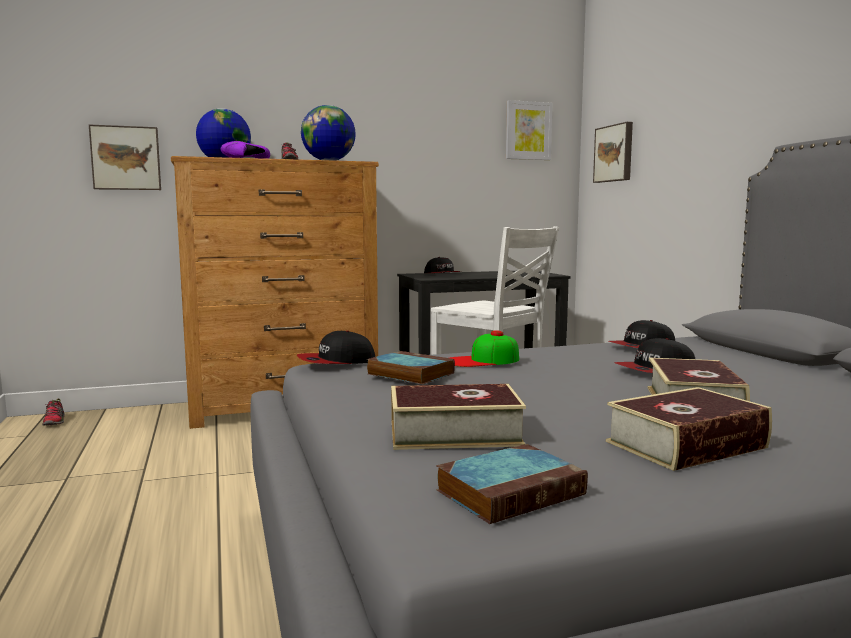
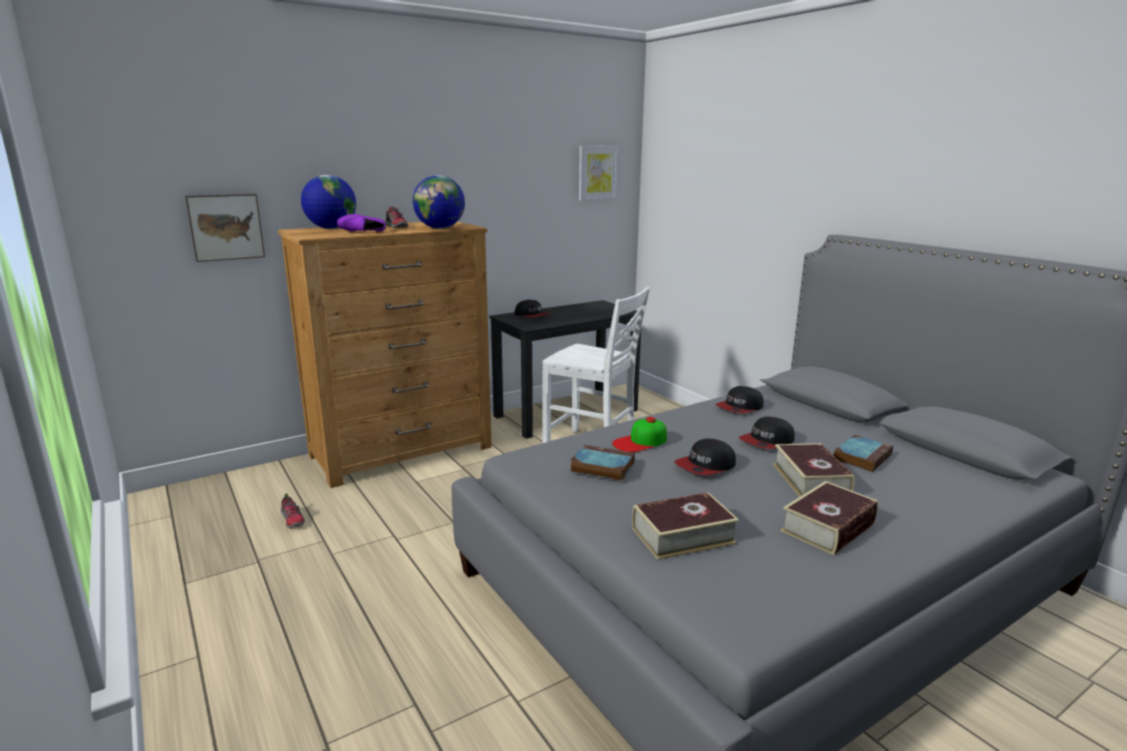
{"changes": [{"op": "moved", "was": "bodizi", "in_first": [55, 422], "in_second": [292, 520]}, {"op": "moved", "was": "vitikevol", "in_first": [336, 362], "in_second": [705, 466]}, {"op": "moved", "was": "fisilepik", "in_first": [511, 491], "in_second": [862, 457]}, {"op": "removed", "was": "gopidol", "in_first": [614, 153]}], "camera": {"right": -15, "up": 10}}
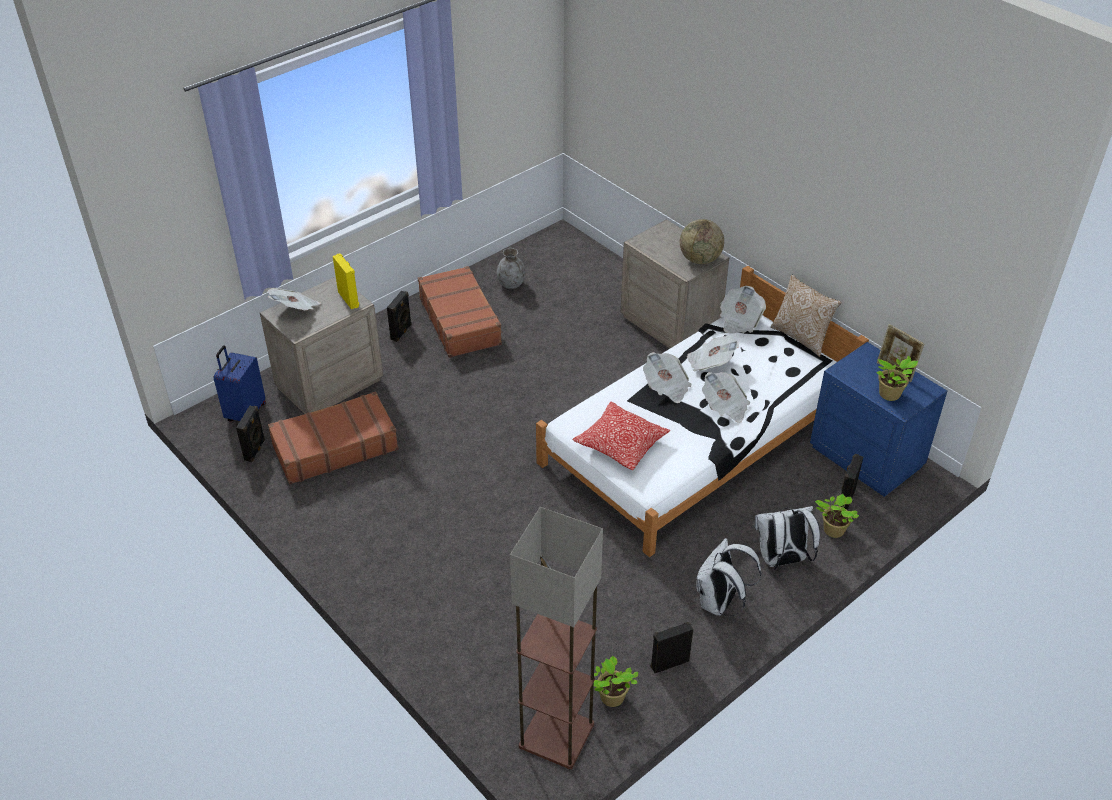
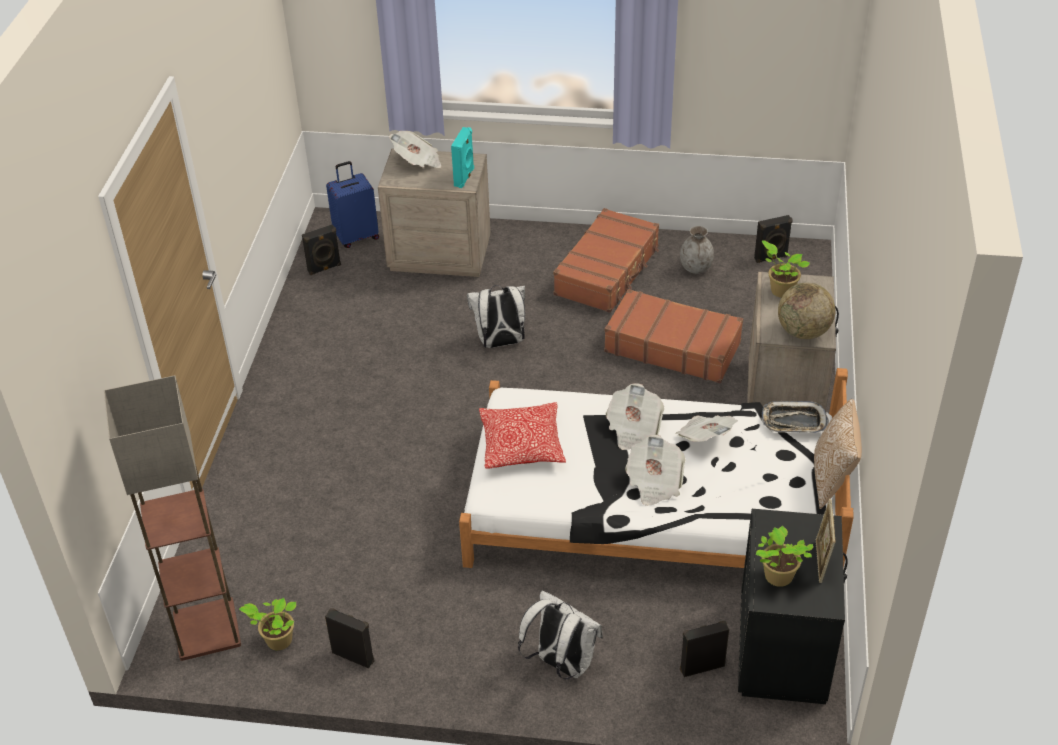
{"changes": [{"op": "moved", "was": "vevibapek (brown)", "in_first": [334, 447], "in_second": [672, 346]}, {"op": "recoloured", "was": "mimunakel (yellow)", "now": "mimunakel (turquoise)", "in_first": [349, 299], "in_second": [465, 177]}, {"op": "moved", "was": "mimunakel (black)", "in_first": [402, 332], "in_second": [771, 258]}, {"op": "moved", "was": "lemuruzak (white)", "in_first": [719, 603], "in_second": [500, 343]}, {"op": "replaced", "was": "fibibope", "now": "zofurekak", "in_first": [739, 321], "in_second": [793, 422]}, {"op": "recoloured", "was": "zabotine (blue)", "now": "zabotine (black)", "in_first": [867, 456], "in_second": [784, 650]}, {"op": "moved", "was": "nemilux", "in_first": [832, 531], "in_second": [780, 290]}], "camera": {"right": 50, "up": 0}}
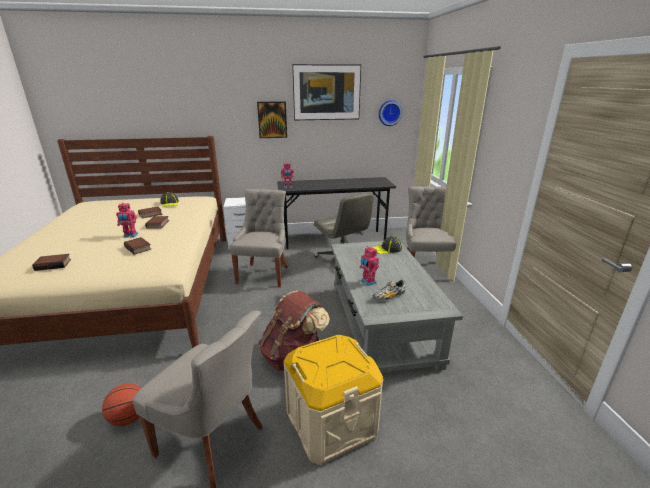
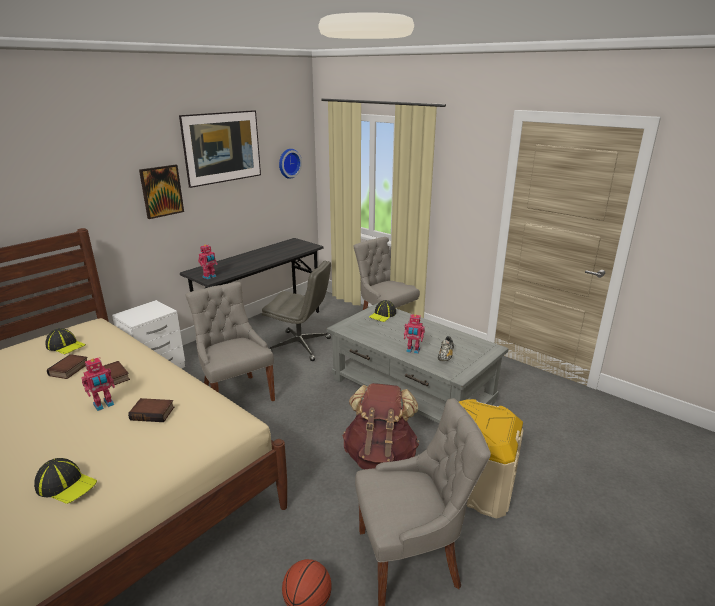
{"changes": [{"op": "replaced", "was": "fisilepik", "now": "vitikevol", "in_first": [54, 264], "in_second": [66, 485]}], "camera": {"right": -40, "up": 0}}
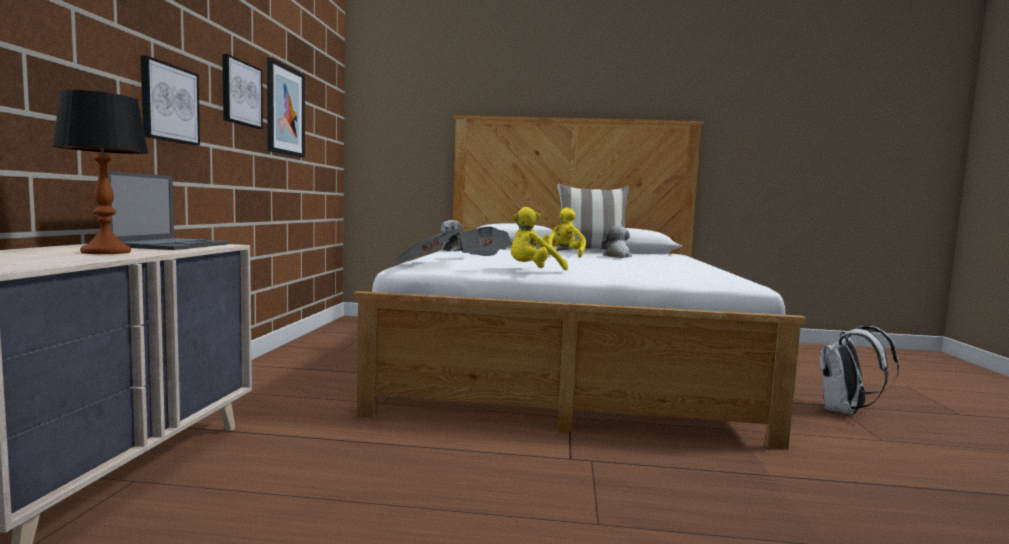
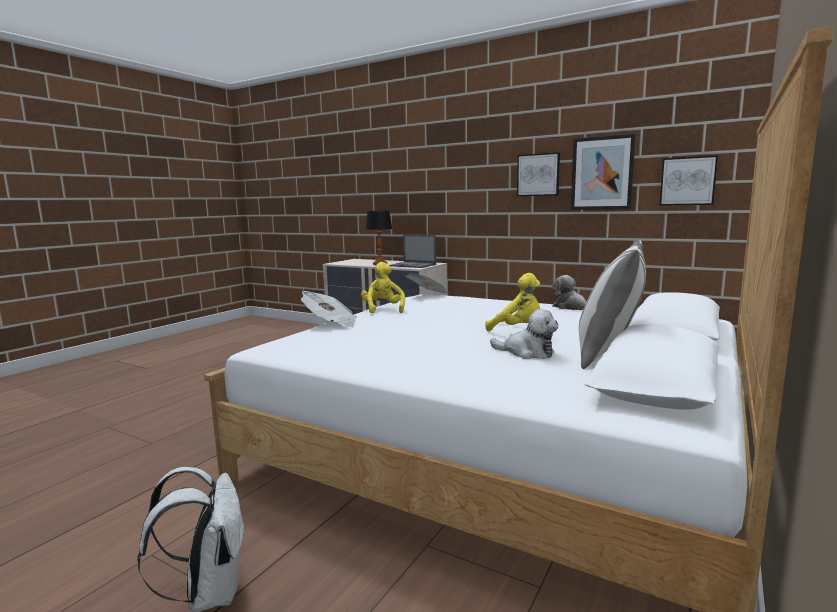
{"changes": [{"op": "moved", "was": "gopidol", "in_first": [169, 103], "in_second": [687, 181]}, {"op": "moved", "was": "fibibope", "in_first": [483, 258], "in_second": [331, 324]}], "camera": {"right": 115, "up": 5}}
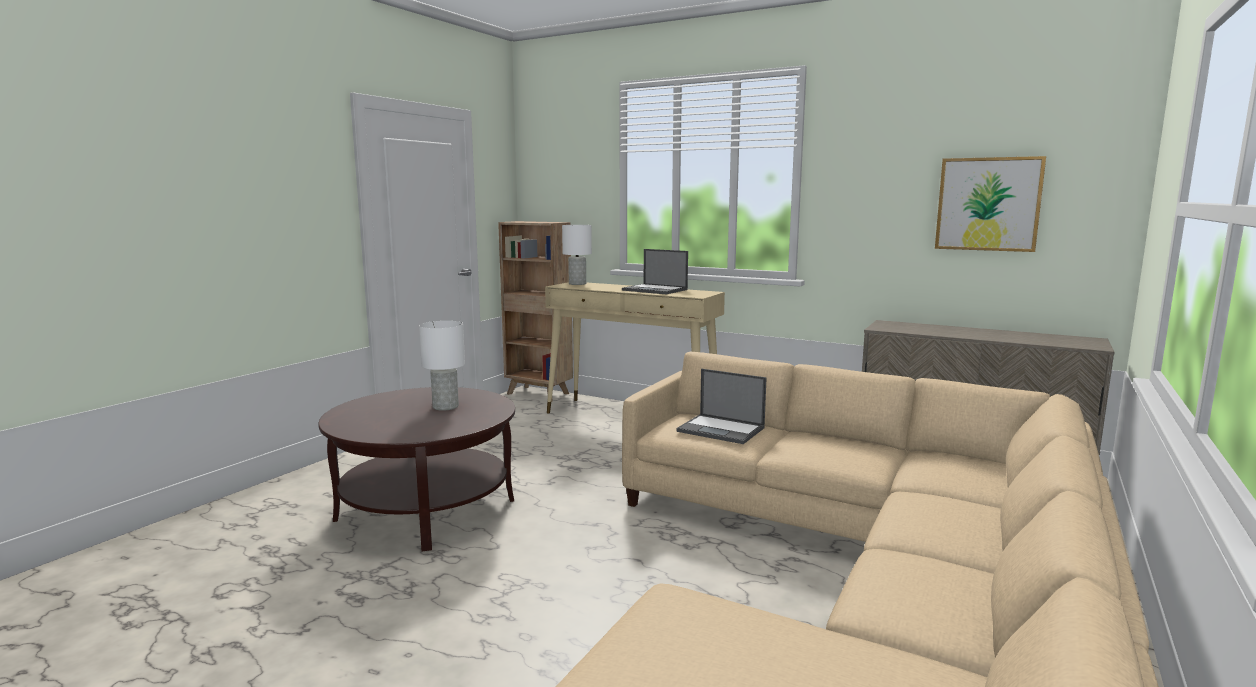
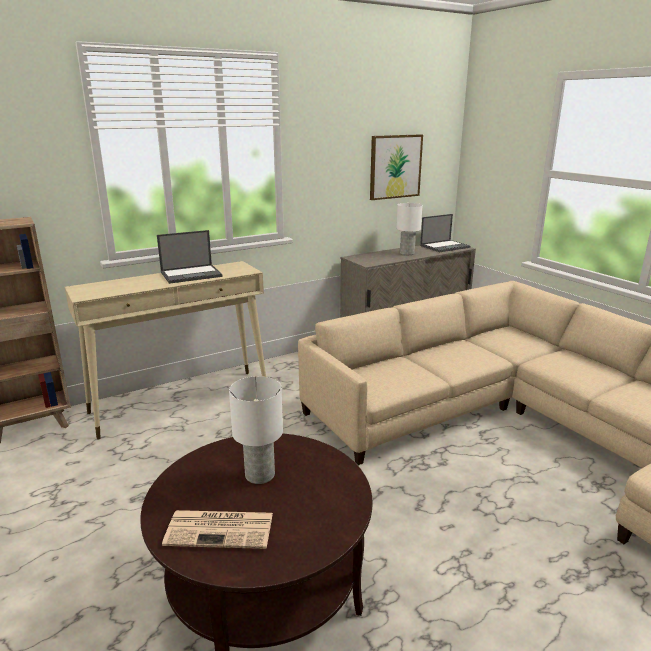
{"changes": [{"op": "moved", "was": "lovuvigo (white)", "in_first": [577, 284], "in_second": [406, 253]}, {"op": "moved", "was": "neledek", "in_first": [722, 430], "in_second": [445, 246]}, {"op": "added", "now": "fibibope", "in_second": [221, 529]}], "camera": {"right": -60, "up": 10}}
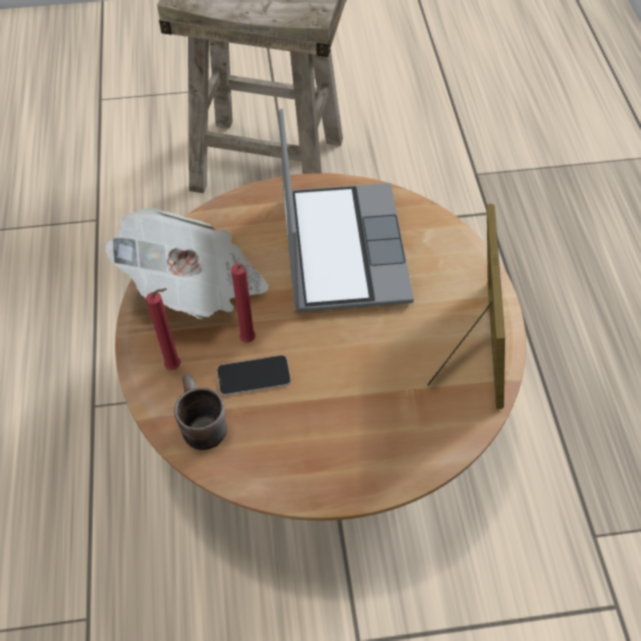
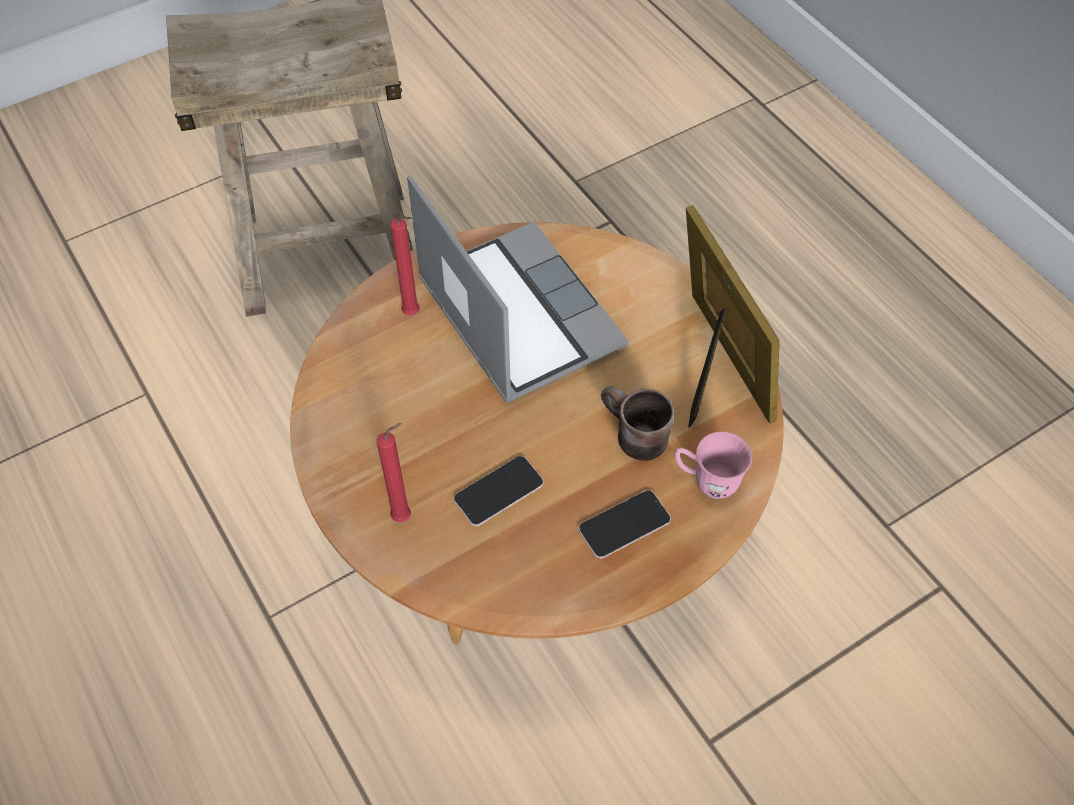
{"changes": [{"op": "removed", "was": "fibibope", "in_first": [196, 286]}, {"op": "moved", "was": "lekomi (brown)", "in_first": [197, 423], "in_second": [630, 437]}, {"op": "moved", "was": "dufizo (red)", "in_first": [249, 341], "in_second": [413, 314]}, {"op": "added", "now": "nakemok", "in_second": [624, 524]}, {"op": "added", "now": "lekomi (pink)", "in_second": [706, 481]}], "camera": {"right": -25, "up": 0}}
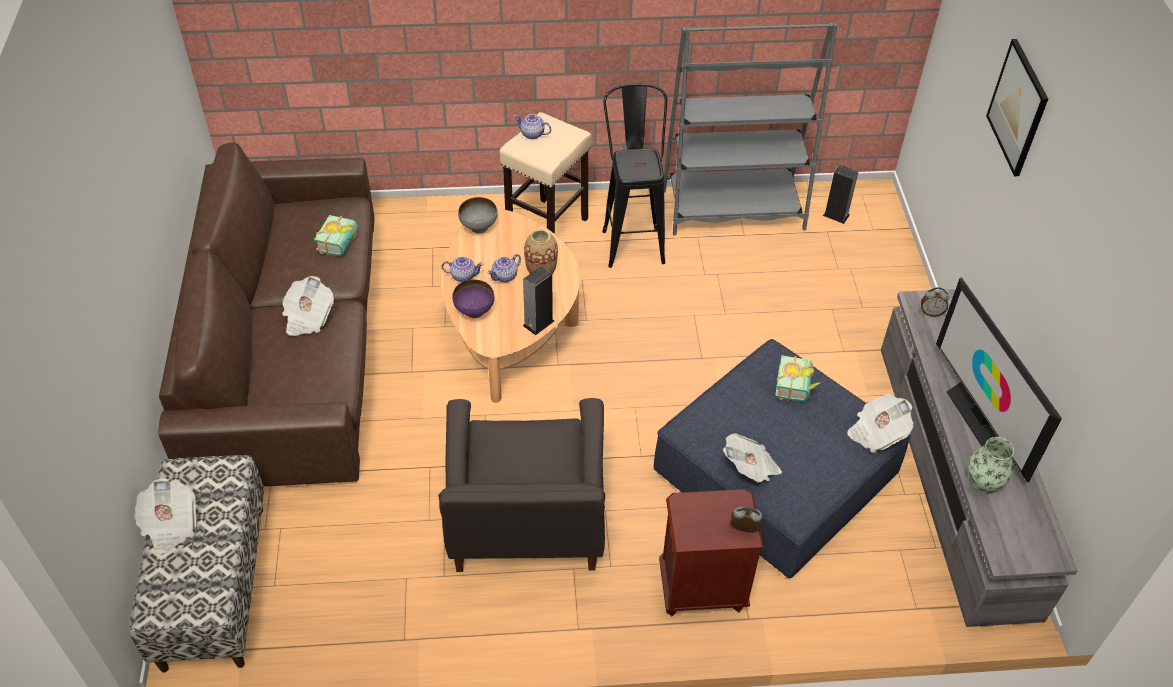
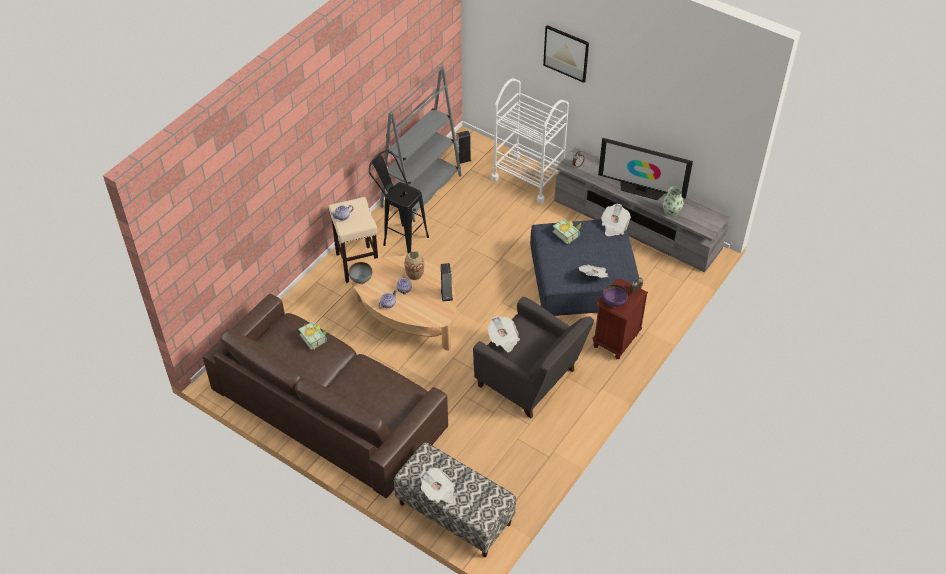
{"changes": [{"op": "moved", "was": "fibibope", "in_first": [308, 317], "in_second": [503, 339]}, {"op": "moved", "was": "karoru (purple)", "in_first": [474, 311], "in_second": [613, 303]}, {"op": "added", "now": "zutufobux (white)", "in_second": [528, 178]}], "camera": {"right": -50, "up": 0}}
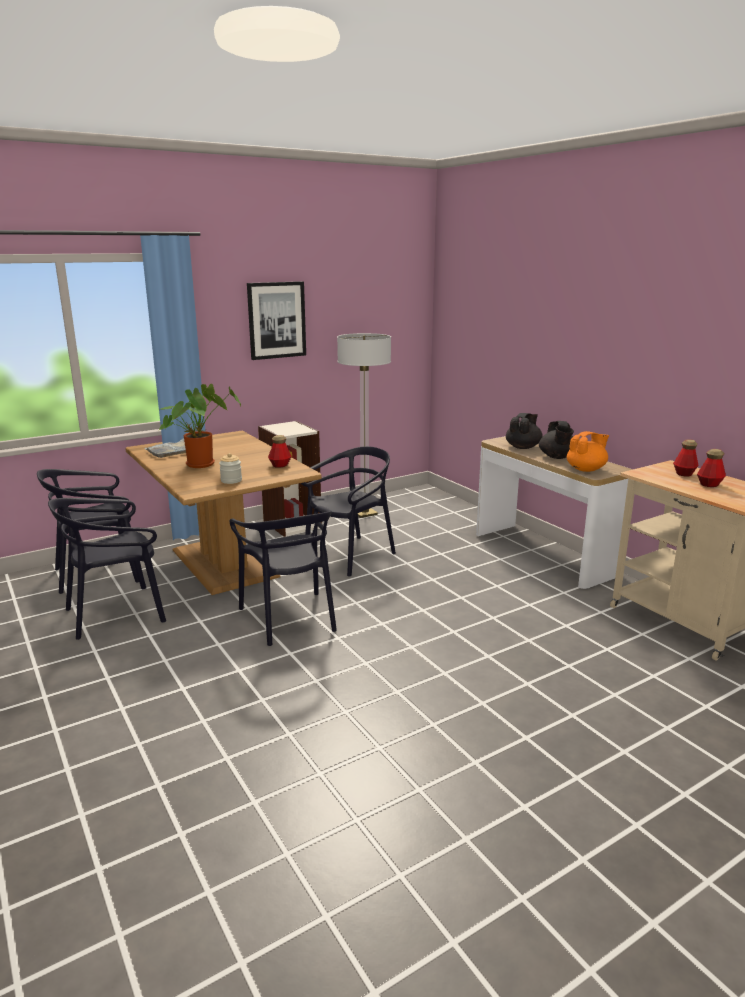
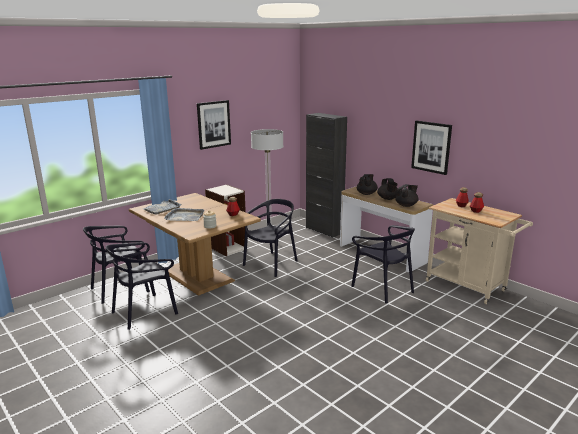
{"changes": [{"op": "replaced", "was": "nemilux", "now": "zofurekak (grey)", "in_first": [202, 463], "in_second": [185, 216]}, {"op": "moved", "was": "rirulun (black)", "in_first": [289, 618], "in_second": [383, 288]}, {"op": "recoloured", "was": "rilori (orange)", "now": "rilori (black)", "in_first": [586, 469], "in_second": [406, 205]}, {"op": "added", "now": "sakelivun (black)", "in_second": [324, 230]}, {"op": "added", "now": "gopidol", "in_second": [431, 147]}], "camera": {"right": -10, "up": 0}}
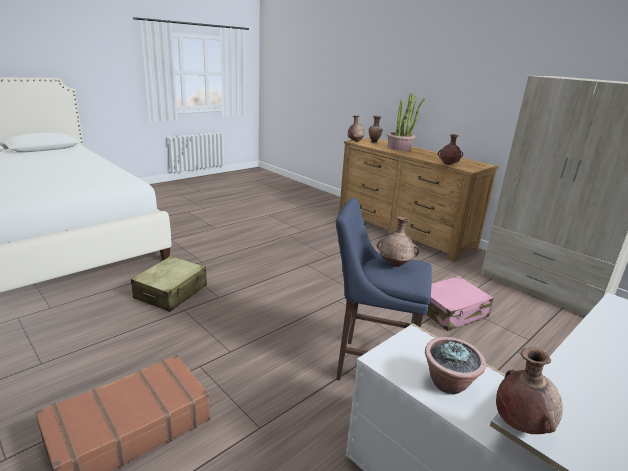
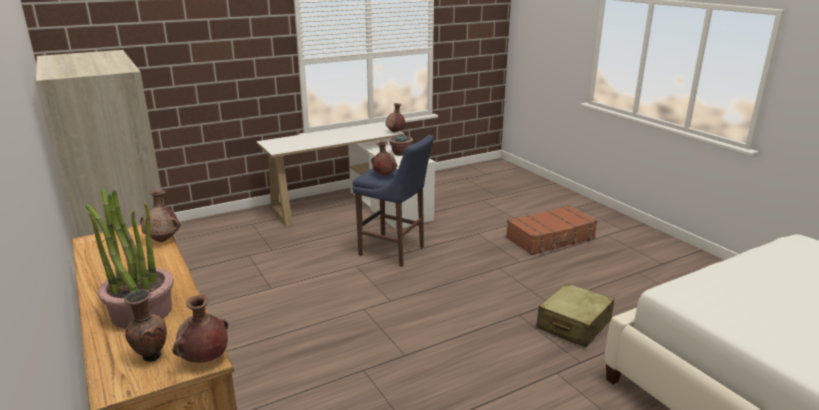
{"changes": [{"op": "removed", "was": "vevibapek (pink)", "in_first": [451, 312]}], "camera": {"right": -165, "up": 0}}
